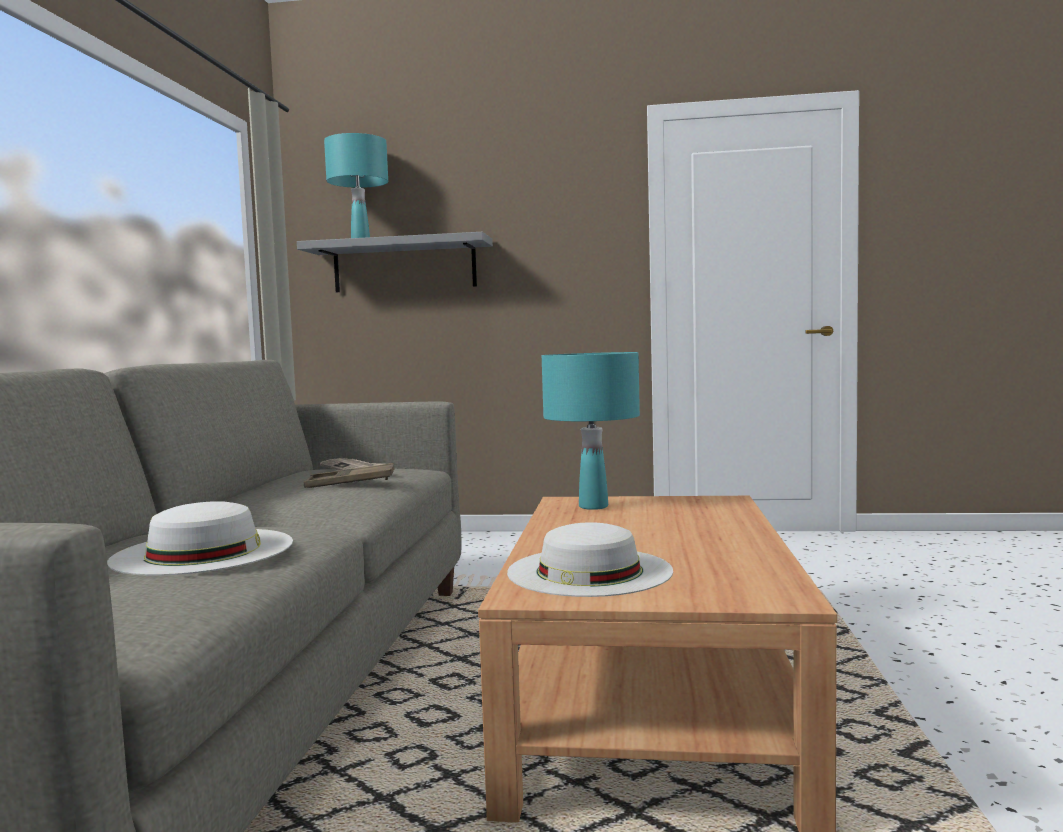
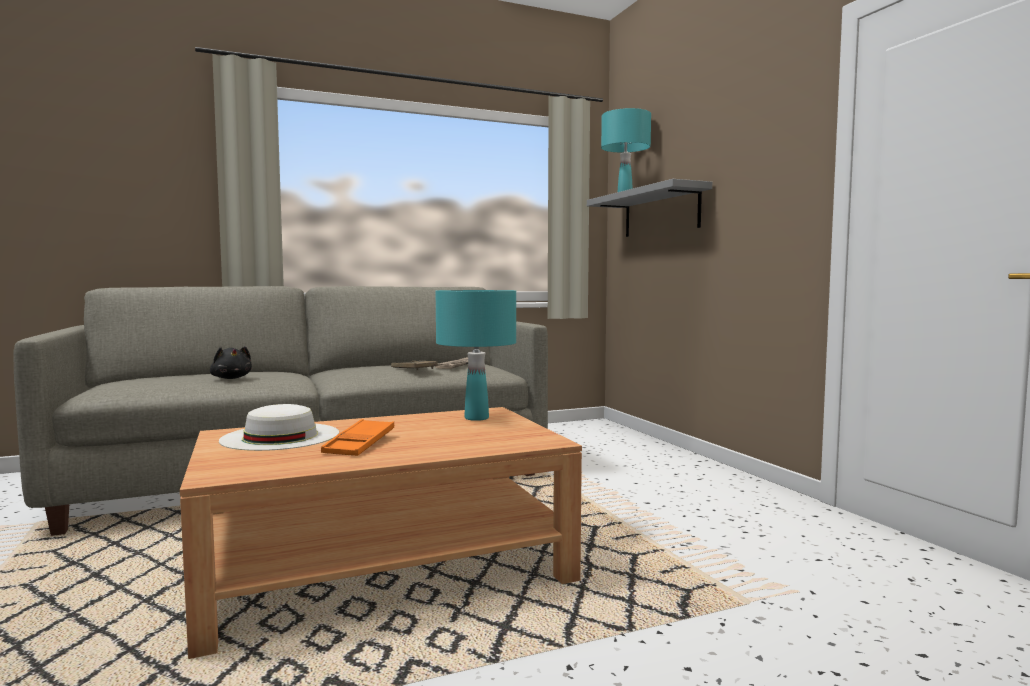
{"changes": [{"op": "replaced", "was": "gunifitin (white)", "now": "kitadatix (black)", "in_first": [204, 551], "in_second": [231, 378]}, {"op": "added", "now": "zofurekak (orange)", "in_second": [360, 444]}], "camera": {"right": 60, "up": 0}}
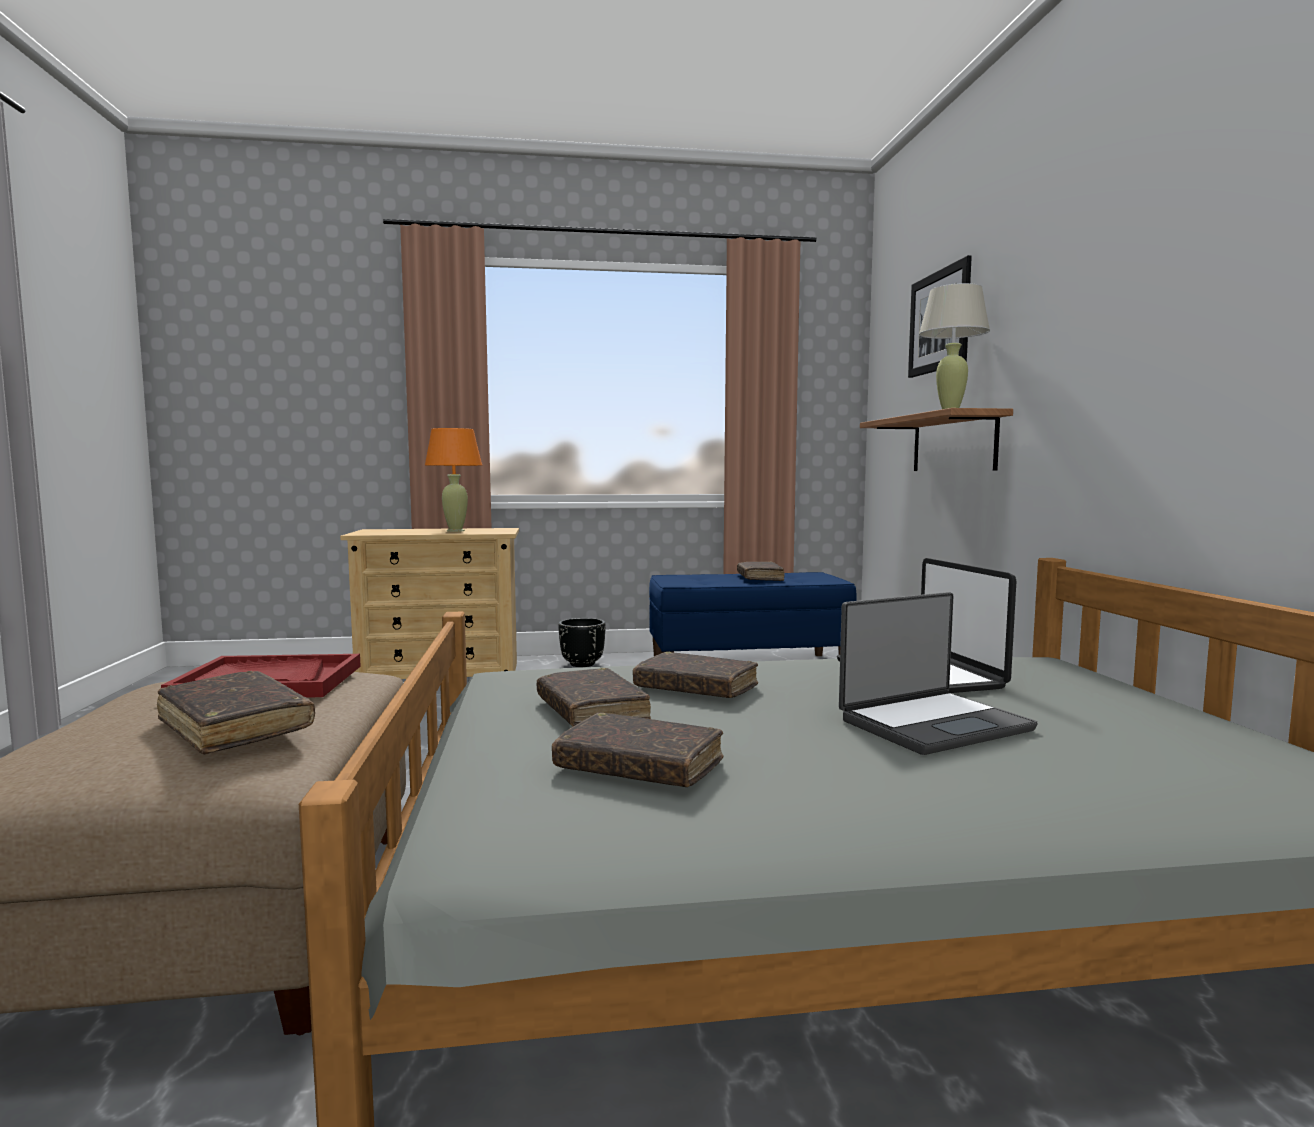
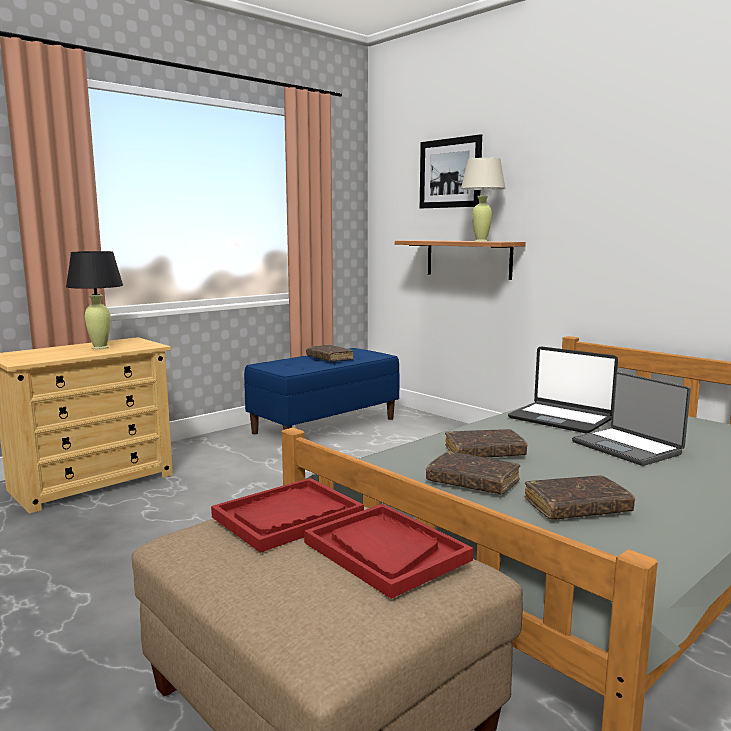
{"changes": [{"op": "replaced", "was": "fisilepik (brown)", "now": "zofurekak (red)", "in_first": [235, 726], "in_second": [385, 551]}, {"op": "recoloured", "was": "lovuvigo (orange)", "now": "lovuvigo (black)", "in_first": [455, 531], "in_second": [100, 347]}, {"op": "removed", "was": "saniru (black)", "in_first": [582, 664]}, {"op": "turned", "was": "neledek", "in_first": [932, 724], "in_second": [627, 447], "clockwise": 120}], "camera": {"right": -35, "up": 5}}
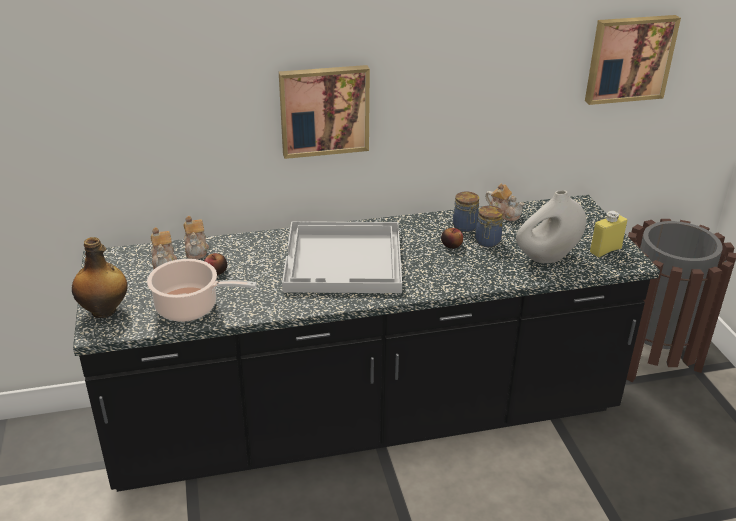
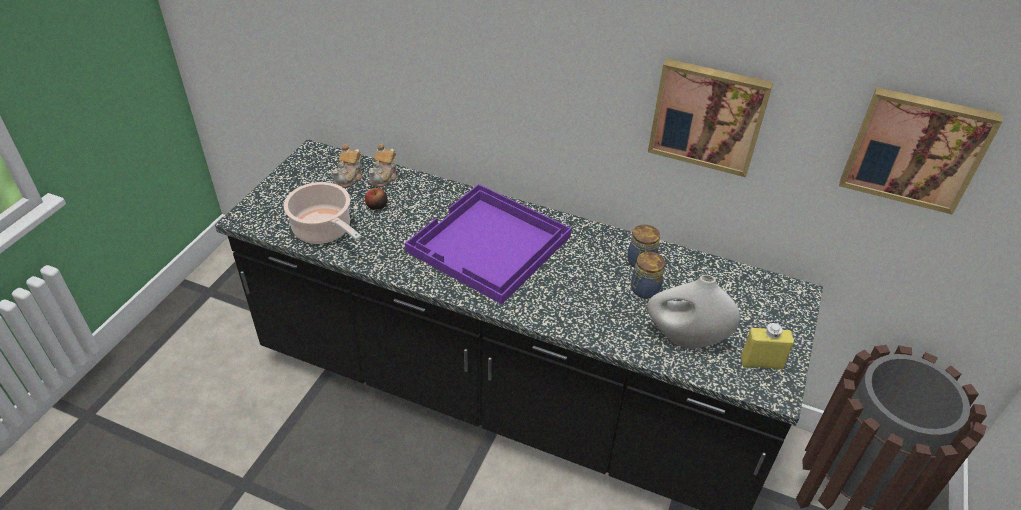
{"changes": [{"op": "removed", "was": "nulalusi", "in_first": [105, 311]}, {"op": "moved", "was": "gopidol", "in_first": [324, 110], "in_second": [708, 116]}, {"op": "recoloured", "was": "zofurekak (white)", "now": "zofurekak (purple)", "in_first": [344, 260], "in_second": [489, 245]}, {"op": "removed", "was": "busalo", "in_first": [451, 245]}, {"op": "removed", "was": "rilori", "in_first": [504, 213]}], "camera": {"right": 35, "up": 10}}
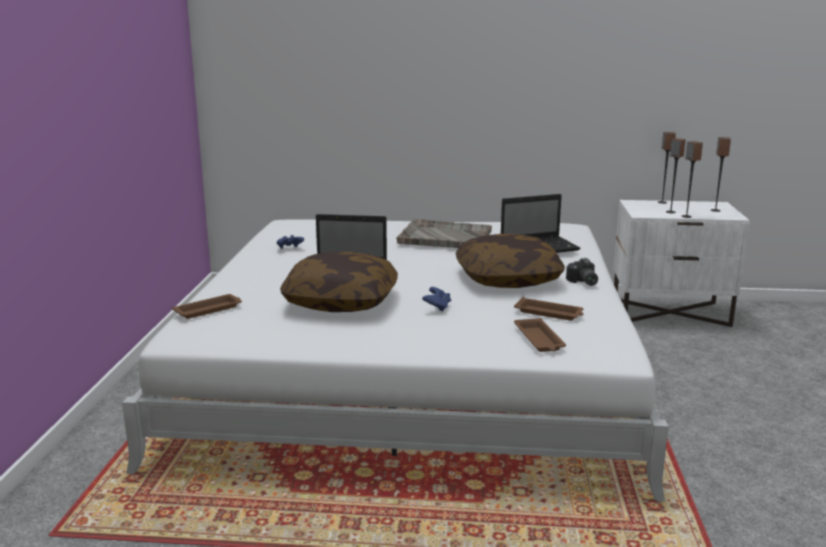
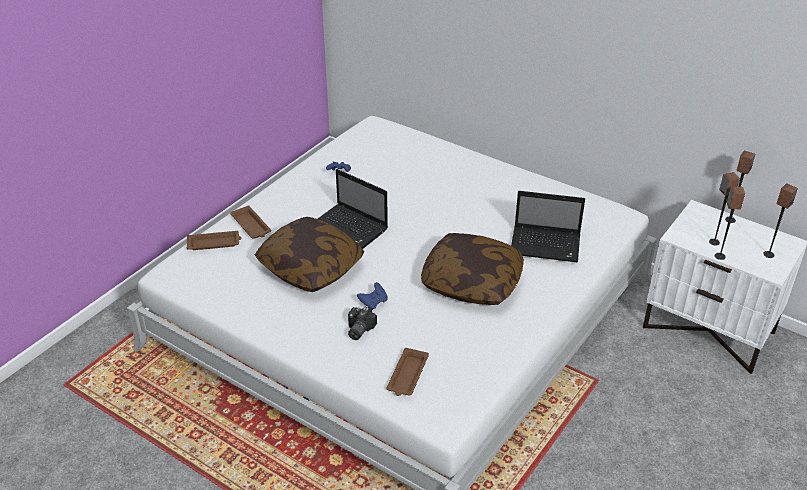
{"changes": [{"op": "removed", "was": "zofurekak (grey)", "in_first": [444, 237]}, {"op": "moved", "was": "zofurekak (brown)", "in_first": [549, 313], "in_second": [251, 226]}, {"op": "moved", "was": "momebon", "in_first": [582, 282], "in_second": [358, 330]}], "camera": {"right": 30, "up": 20}}
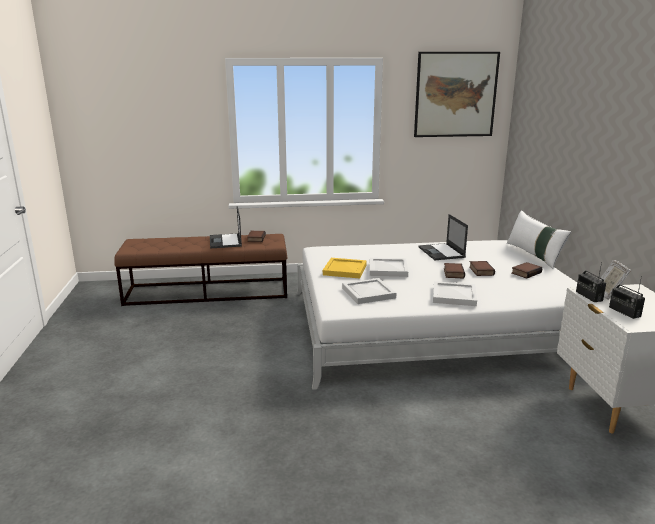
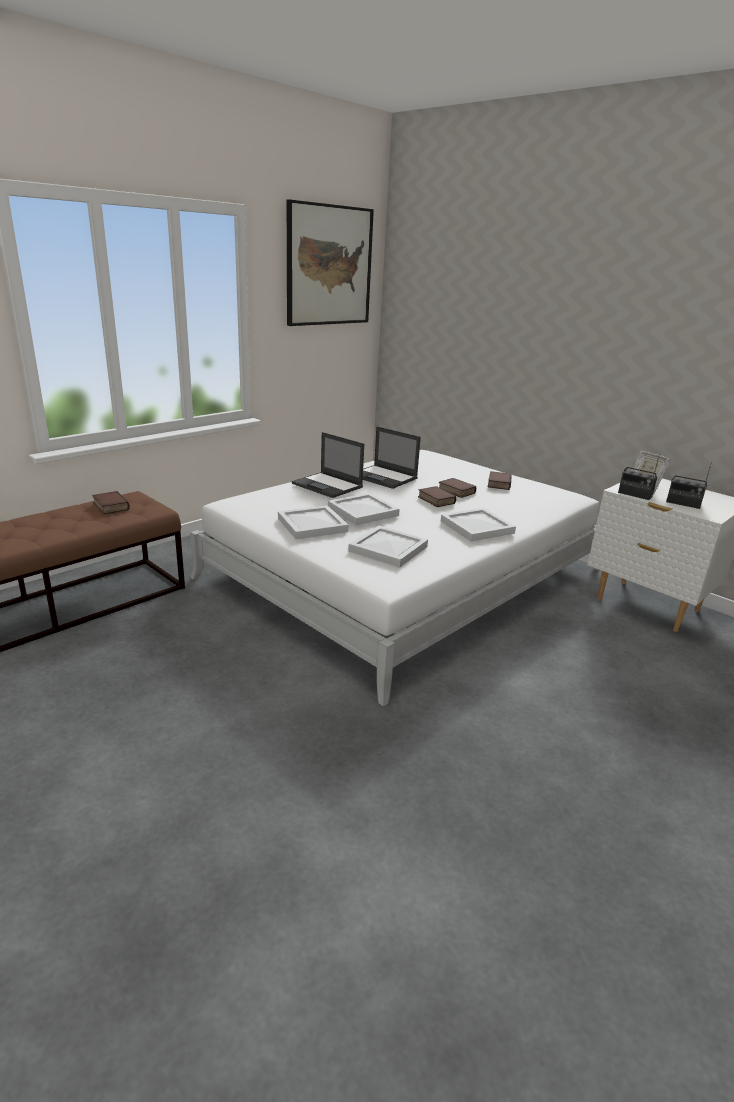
{"changes": [{"op": "moved", "was": "neledek", "in_first": [225, 241], "in_second": [328, 485]}, {"op": "recoloured", "was": "zofurekak (yellow)", "now": "zofurekak (white)", "in_first": [344, 270], "in_second": [311, 525]}, {"op": "removed", "was": "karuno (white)", "in_first": [534, 255]}], "camera": {"right": -40, "up": 5}}
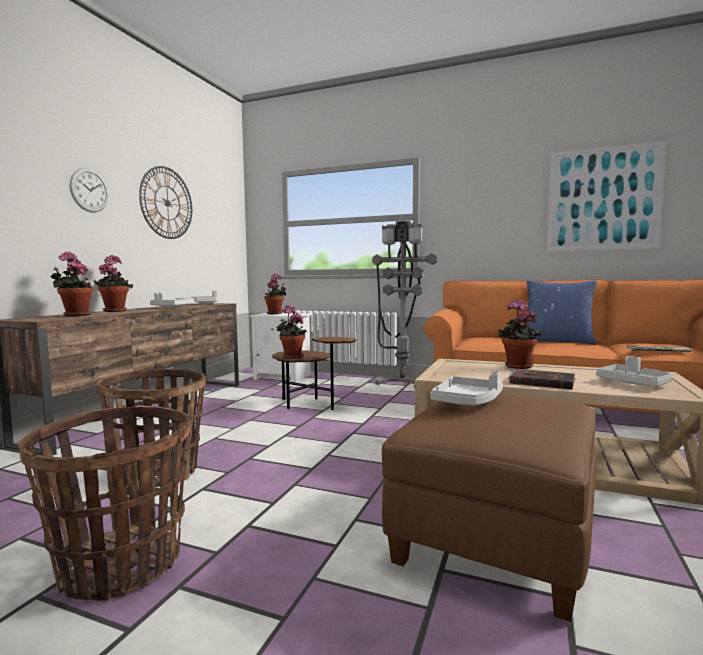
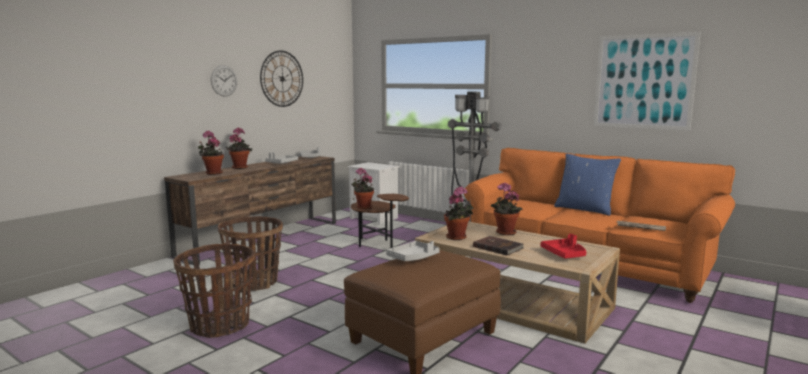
{"changes": [{"op": "moved", "was": "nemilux", "in_first": [275, 313], "in_second": [458, 238]}, {"op": "recoloured", "was": "zofurekak (grey)", "now": "zofurekak (red)", "in_first": [633, 383], "in_second": [564, 254]}], "camera": {"right": 15, "up": 5}}
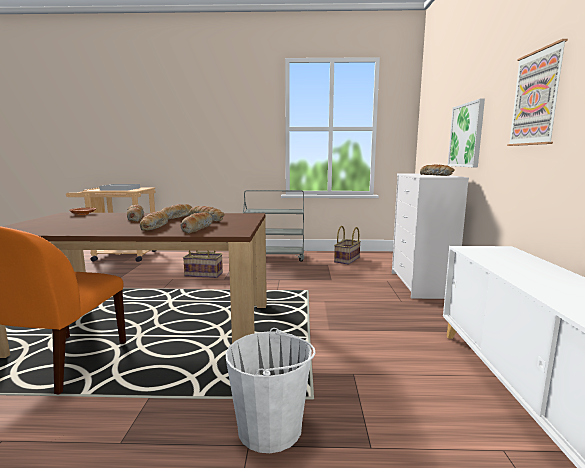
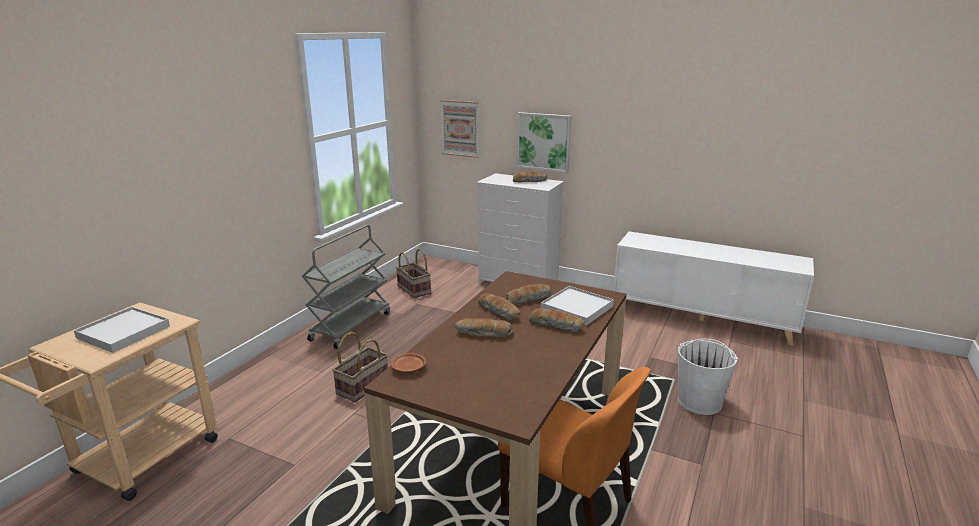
{"changes": [{"op": "replaced", "was": "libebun", "now": "zofurekak (white)", "in_first": [197, 228], "in_second": [576, 308]}, {"op": "moved", "was": "gopidol", "in_first": [536, 98], "in_second": [460, 128]}], "camera": {"right": -65, "up": 10}}
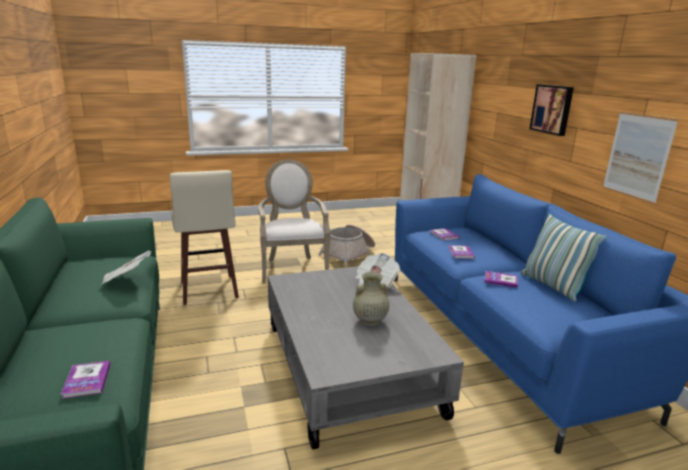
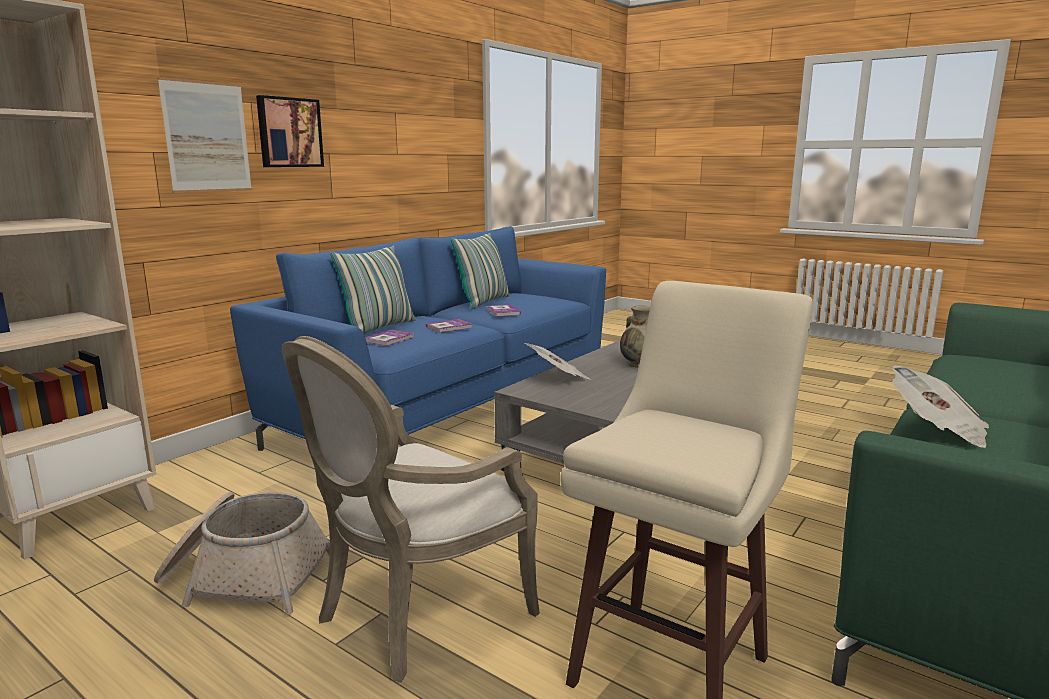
{"changes": [{"op": "removed", "was": "fisilepik", "in_first": [87, 380]}, {"op": "moved", "was": "gopidol", "in_first": [637, 156], "in_second": [207, 137]}, {"op": "added", "now": "karuno", "in_second": [378, 328]}], "camera": {"right": -125, "up": -5}}
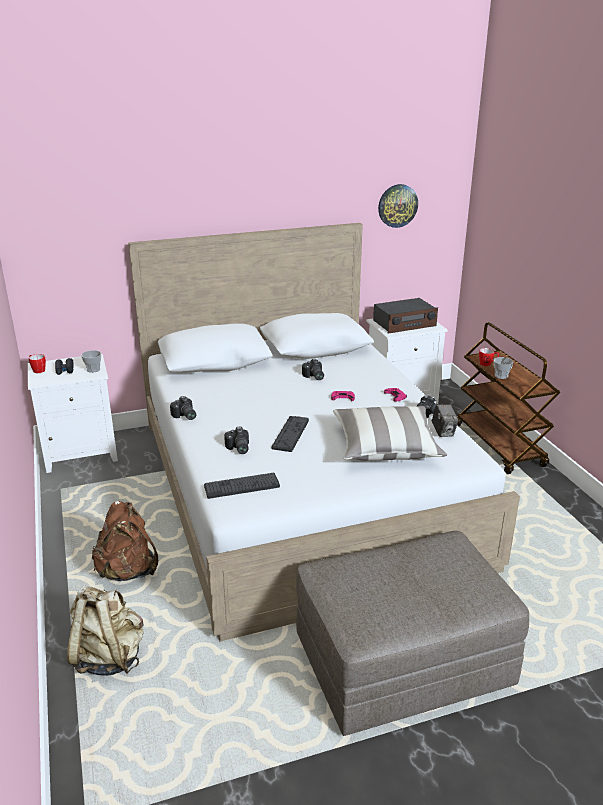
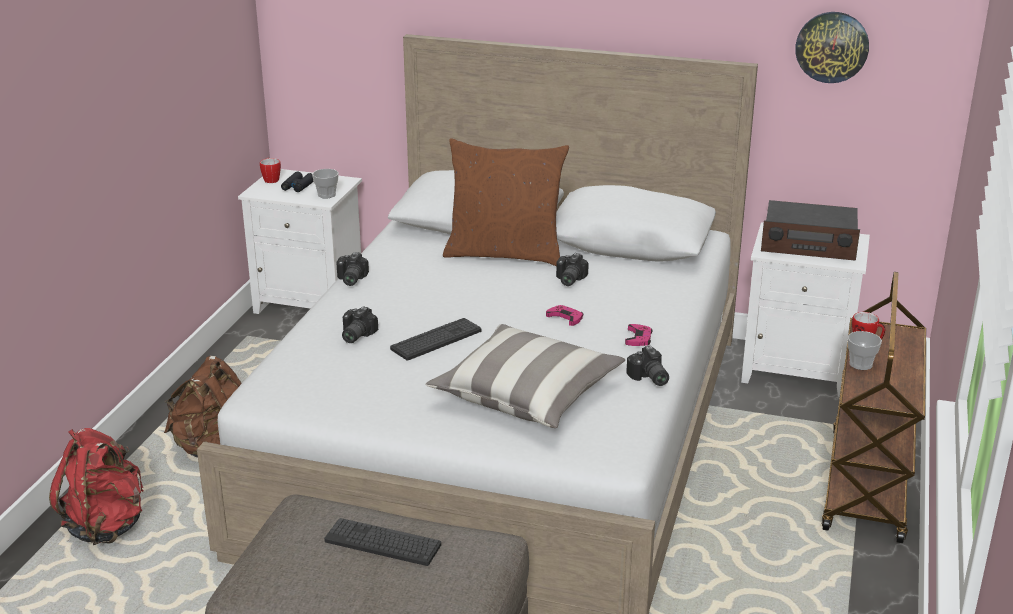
{"changes": [{"op": "recoloured", "was": "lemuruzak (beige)", "now": "lemuruzak (red)", "in_first": [109, 657], "in_second": [106, 526]}, {"op": "moved", "was": "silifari", "in_first": [242, 486], "in_second": [382, 543]}, {"op": "removed", "was": "momebon", "in_first": [443, 432]}, {"op": "added", "now": "karuno (brown)", "in_second": [505, 253]}], "camera": {"right": 35, "up": 0}}
